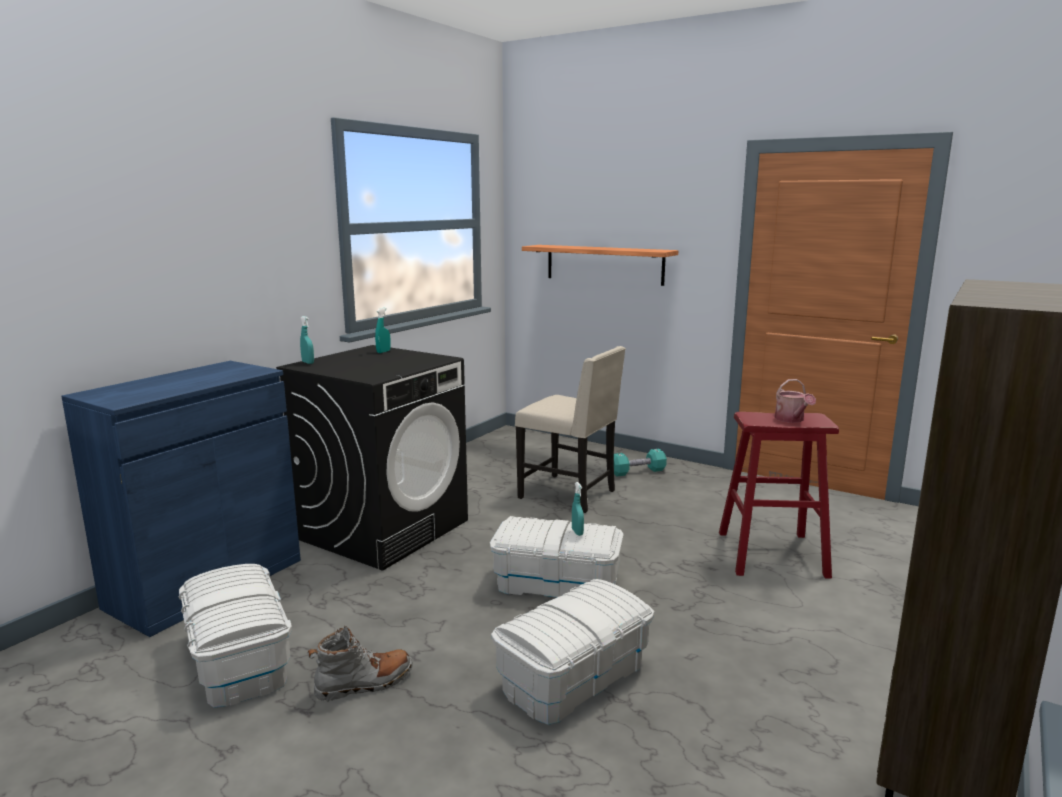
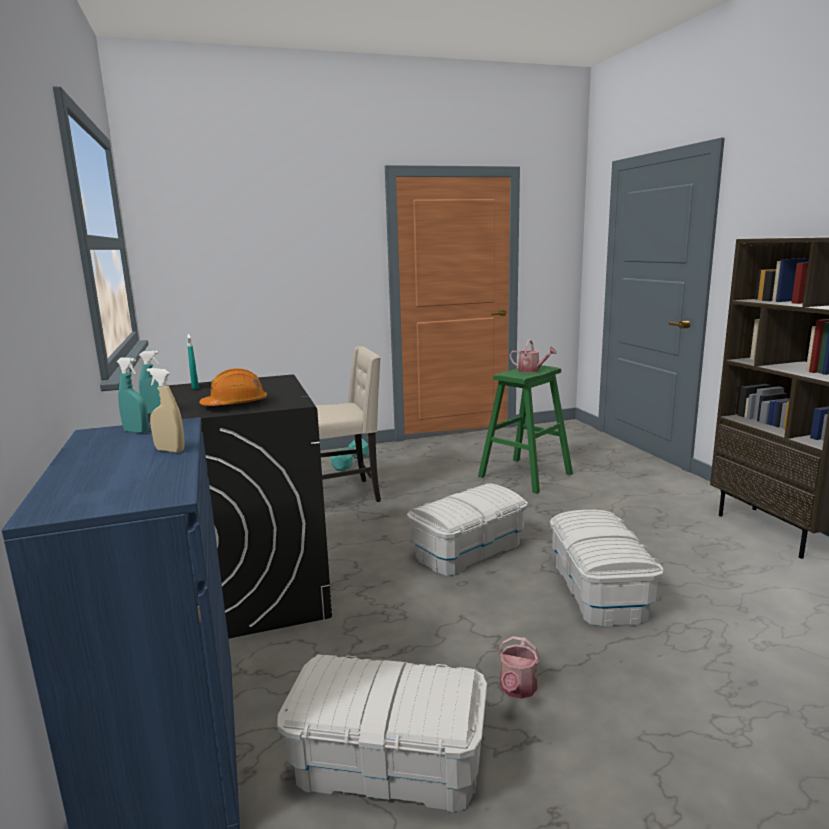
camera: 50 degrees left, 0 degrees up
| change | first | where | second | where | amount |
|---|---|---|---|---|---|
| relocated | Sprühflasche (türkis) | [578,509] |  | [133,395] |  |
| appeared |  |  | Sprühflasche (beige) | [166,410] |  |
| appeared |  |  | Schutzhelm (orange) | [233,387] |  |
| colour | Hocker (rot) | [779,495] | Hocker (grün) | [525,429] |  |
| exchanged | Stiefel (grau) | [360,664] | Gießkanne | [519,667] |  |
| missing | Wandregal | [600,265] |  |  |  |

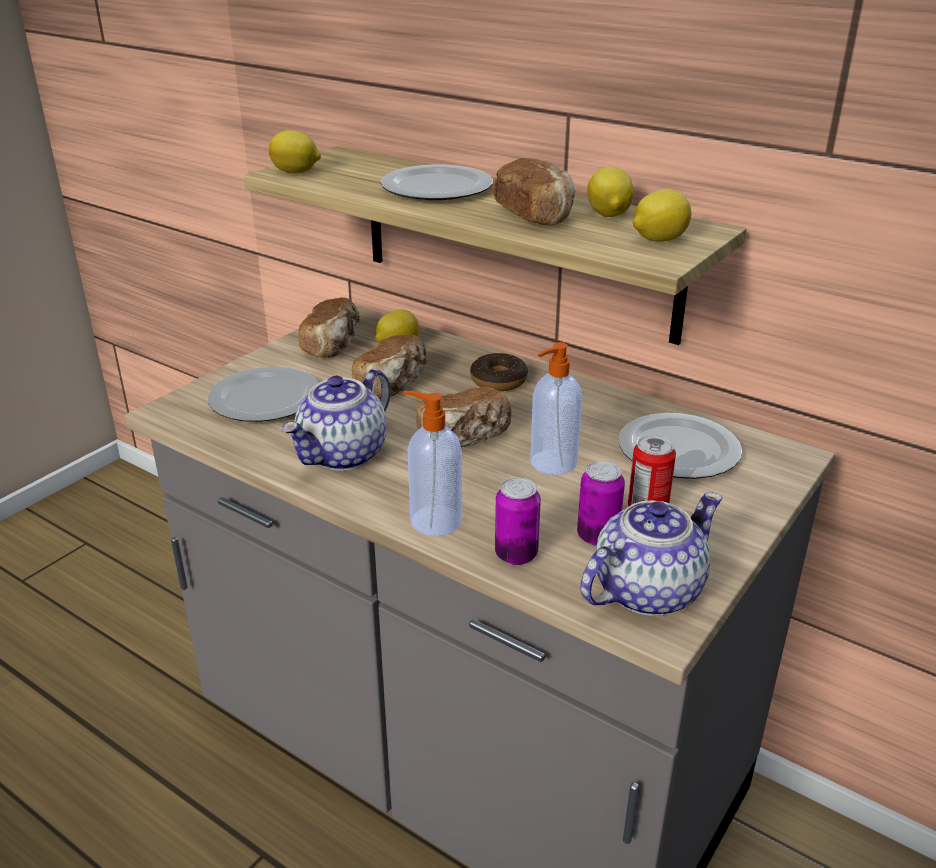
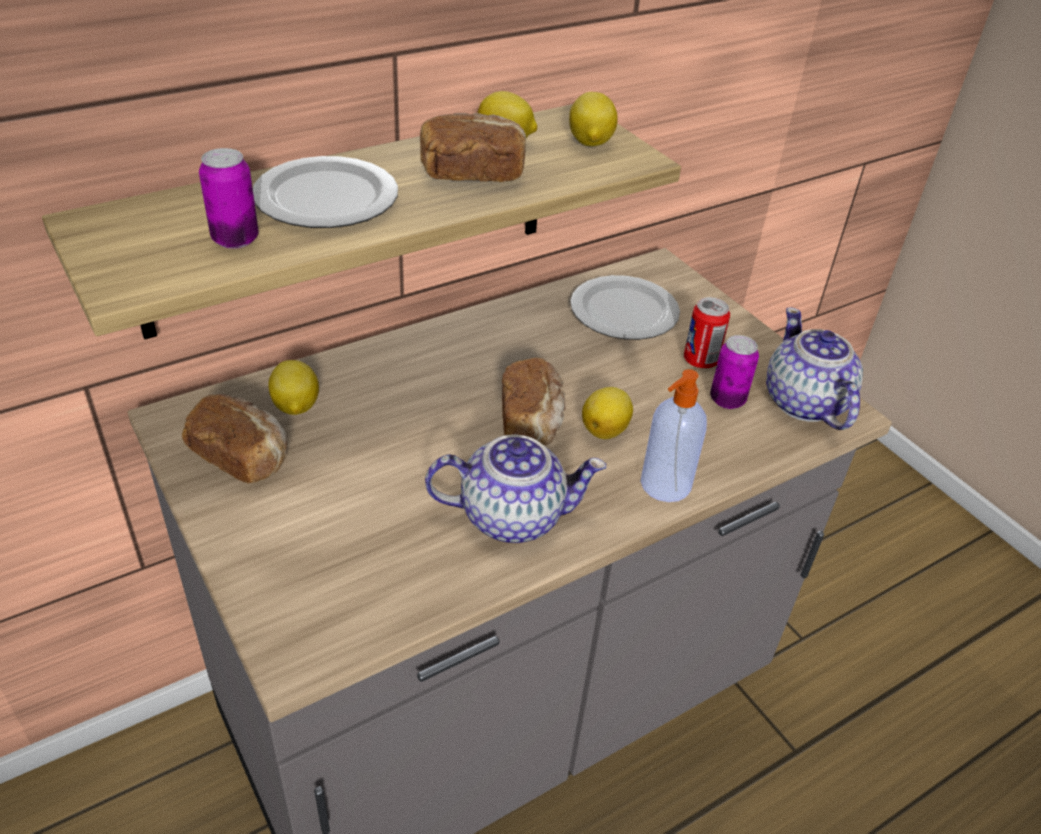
camera: 70 degrees left, 10 degrees up
| change | first | where | second | where | amount |
|---|---|---|---|---|---|
| relocated | Dose | [518,521] |  | [229,198] |  |
| spun | Teekanne | [336,420] |  | [515,489] | 60 degrees counterclockwise |
| relocated | Zitrone | [295,152] |  | [607,413] |  |
| missing | Teller | [263,394] |  |  |  |
| missing | Brot | [390,367] |  |  |  |
| missing | Donut | [499,372] |  |  |  |
| missing | Seifenspender | [556,408] |  |  |  |

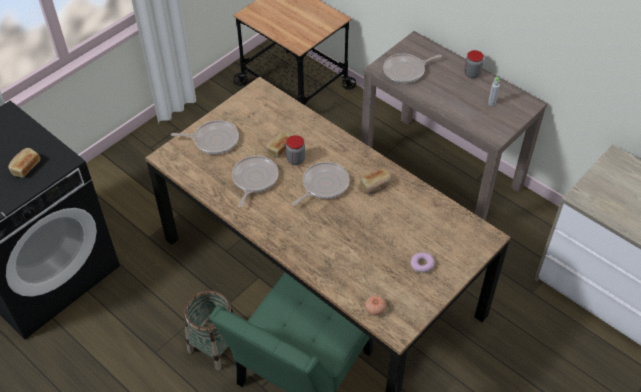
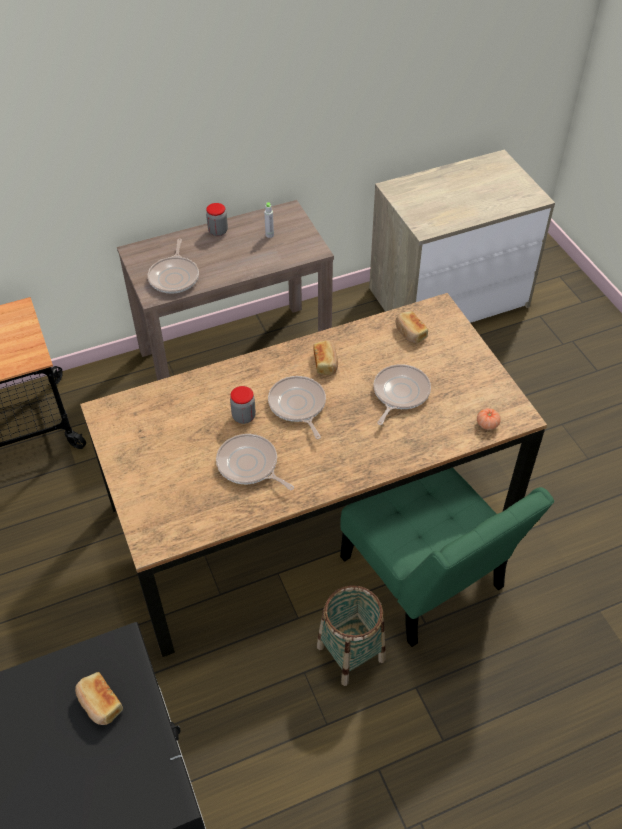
camera: 65 degrees left, 0 degrees up
| change | first | where | second | where | amount |
|---|---|---|---|---|---|
| relocated | Pfanne | [205,137] |  | [402,394] |  |
| relocated | Brot | [278,144] |  | [411,327] |  |
| missing | Donut | [423,263] |  |  |  |

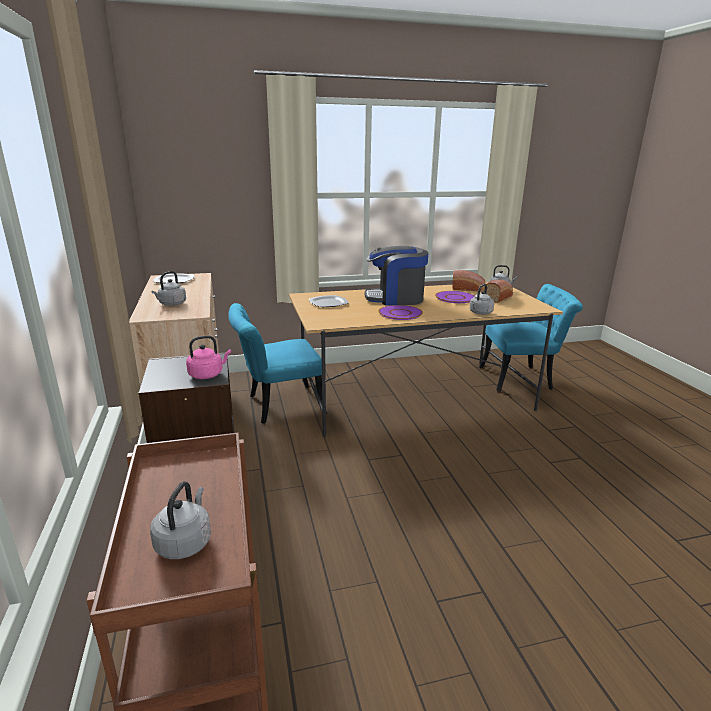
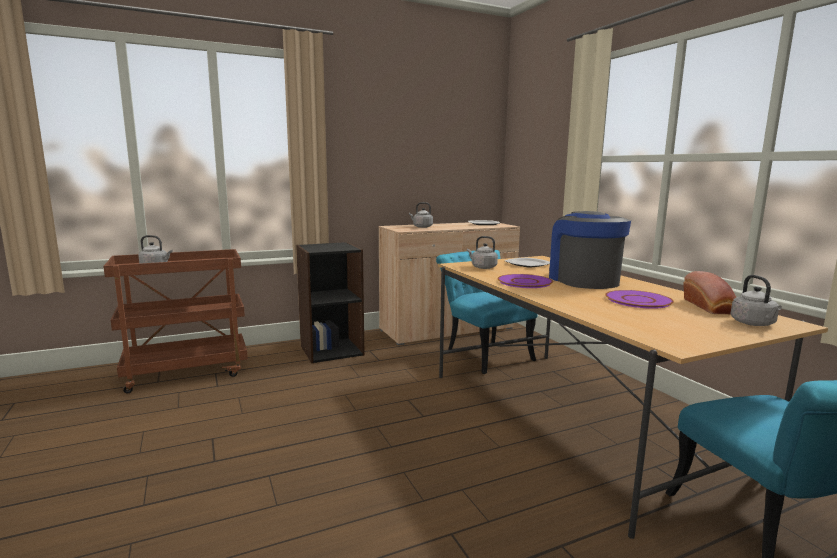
camera: 80 degrees right, 10 degrees down
| change | first | where | second | where | amount |
|---|---|---|---|---|---|
| relocated | Wasserkessel (grau) | [482,299] |  | [482,252] |  |
| missing | Wasserkessel (rosa) | [208,357] |  |  |  |
| missing | Brot | [498,291] |  |  |  |

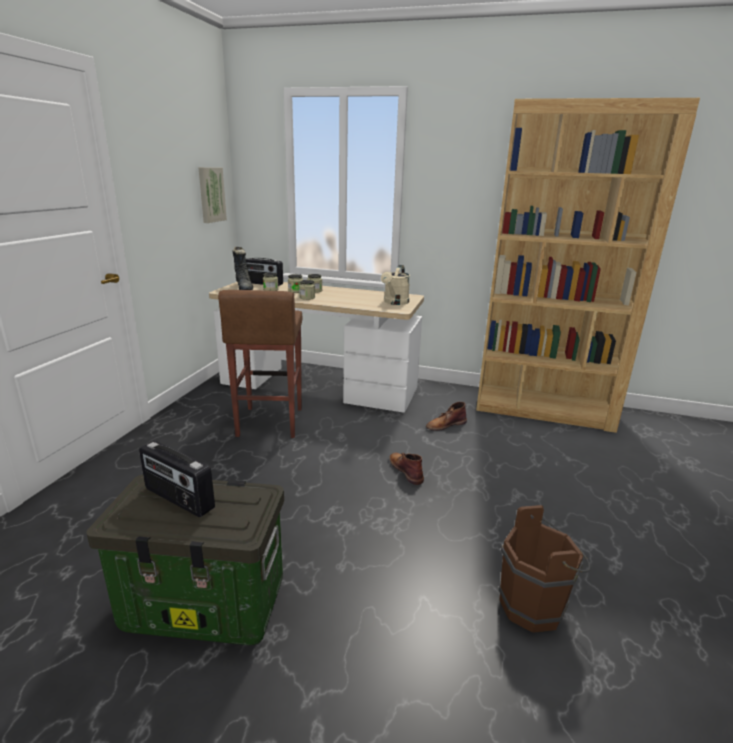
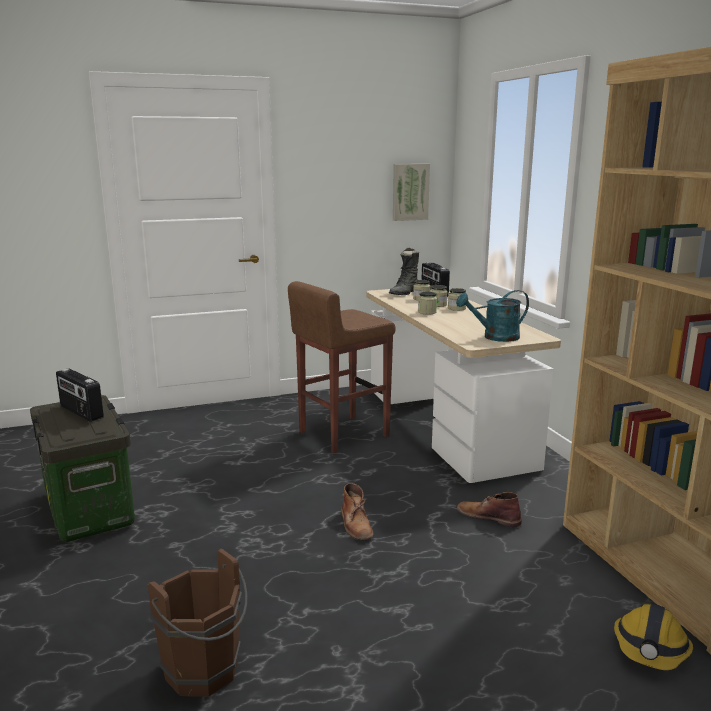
camera: 55 degrees right, 5 degrees down
| change | first | where | second | where | amount |
|---|---|---|---|---|---|
| spun | Radio | [177,479] |  | [80,395] | 45 degrees counterclockwise |
| spun | Stiefel (braun) | [406,469] |  | [357,511] | 135 degrees clockwise |
| colour | Gießkanne (beige) | [395,285] | Gießkanne (türkis) | [492,316] |  |
| appeared |  |  | Schutzhelm | [653,637] |  |

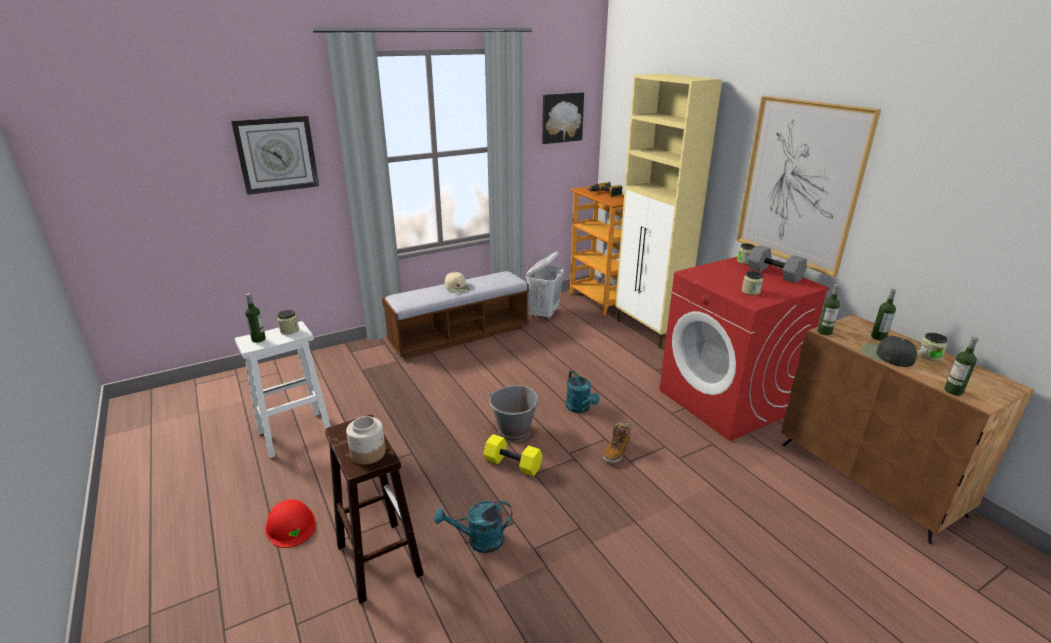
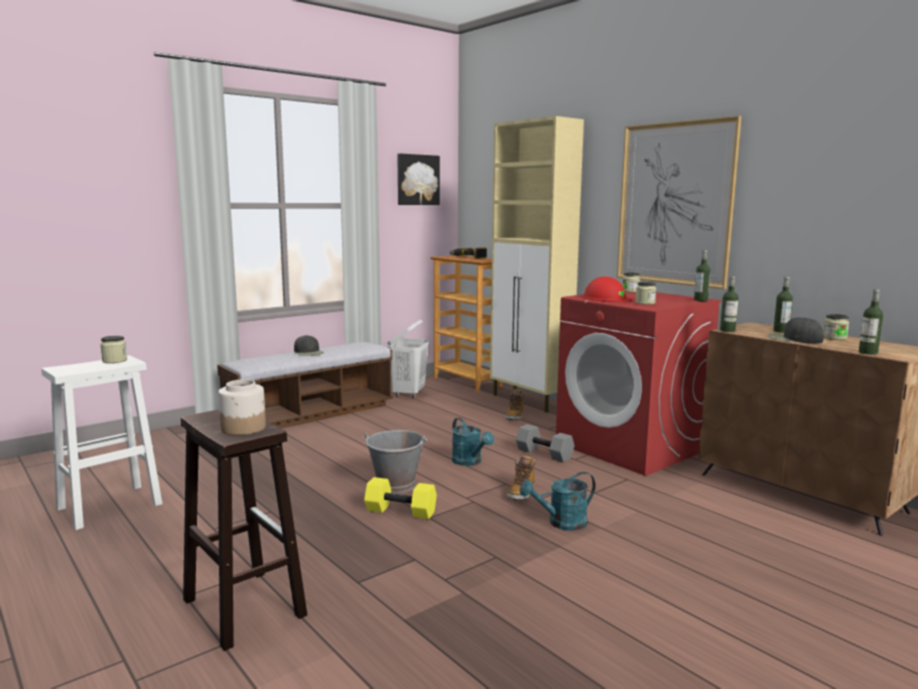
camera: 10 degrees left, 15 degrees down
| change | first | where | second | where | amount |
|---|---|---|---|---|---|
| colour | Kappe (beige) | [457,282] | Kappe (schwarz) | [309,345] |  |
| appeared |  |  | Stiefel | [514,404] |  |
| relocated | Hantel (grau) | [777,264] |  | [545,443] |  |
| relocated | Gießkanne (türkis) | [473,527] |  | [557,501] |  |
| relocated | Schutzhelm (rot) | [290,523] |  | [607,289] |  |
| relocated | Flasche | [255,318] |  | [702,275] |  |
| missing | Wanduhr | [275,155] |  |  |  |

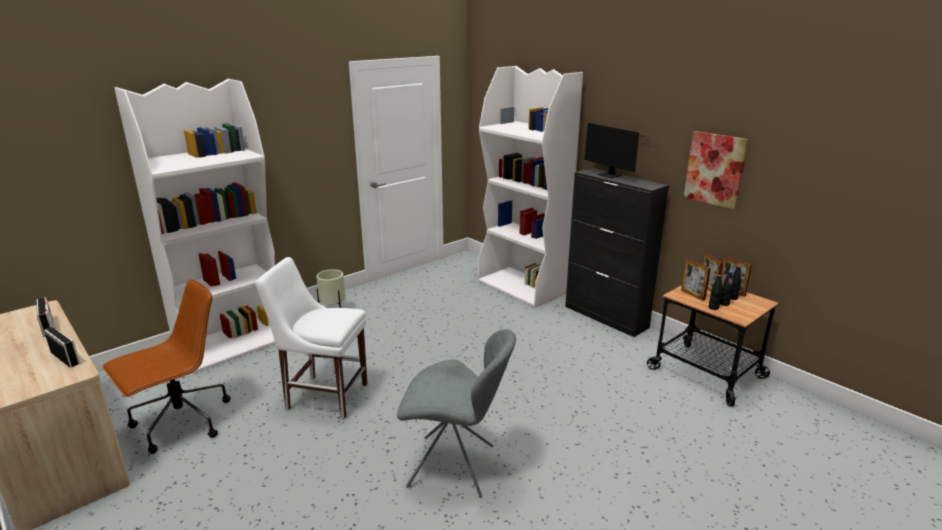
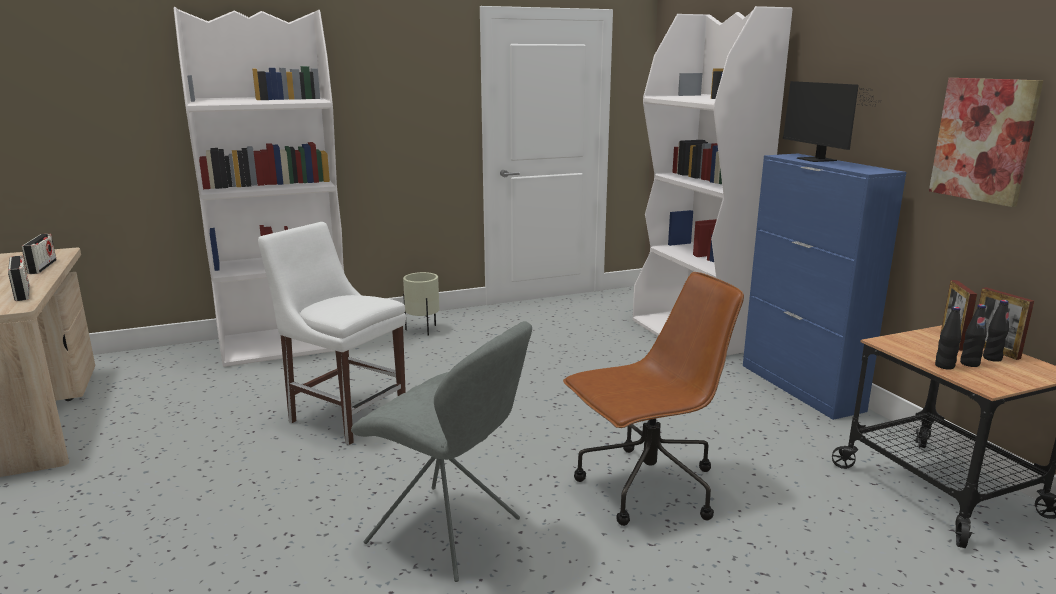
camera: 20 degrees right, 5 degrees down
| change | first | where | second | where | amount |
|---|---|---|---|---|---|
| relocated | Bürostuhl (braun) | [166,366] |  | [653,399] |  |
| colour | Schrank (schwarz) | [617,252] | Schrank (blau) | [825,286] |  |
| missing | Bilderrahmen | [696,280] |  |  |  |

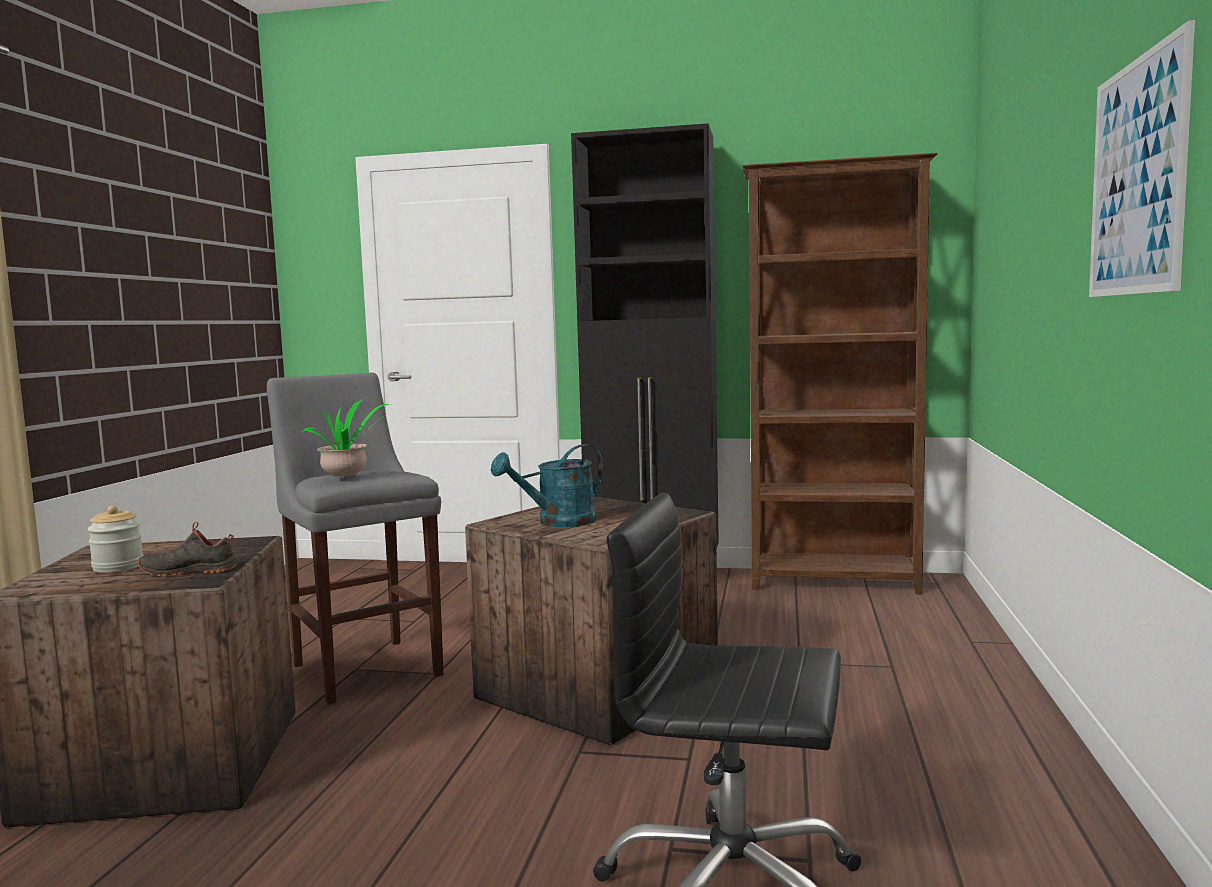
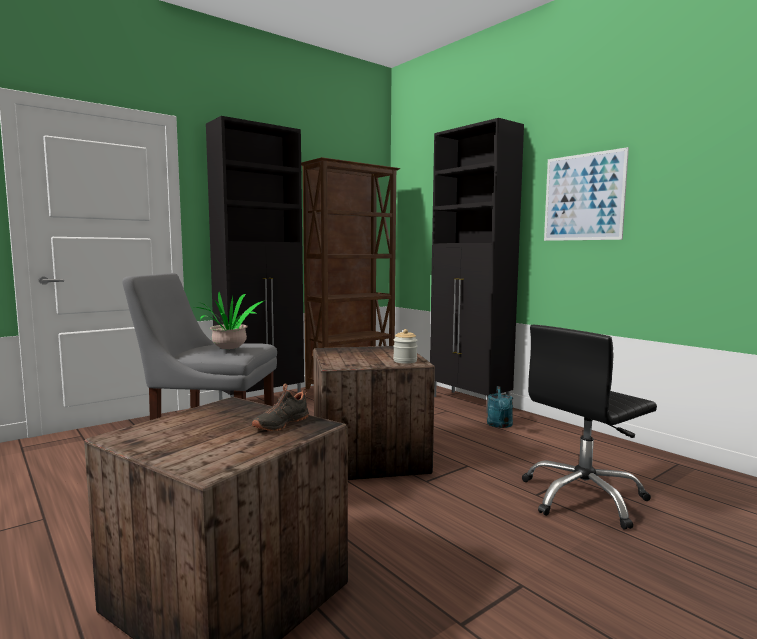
camera: 50 degrees left, 0 degrees up
| change | first | where | second | where | amount |
|---|---|---|---|---|---|
| relocated | Vorratsglas | [115,539] |  | [405,346] |  |
| appeared |  |  | Schrank (schwarz) | [477,266] |  |
| relocated | Gießkanne (türkis) | [547,485] |  | [500,407] |  |

